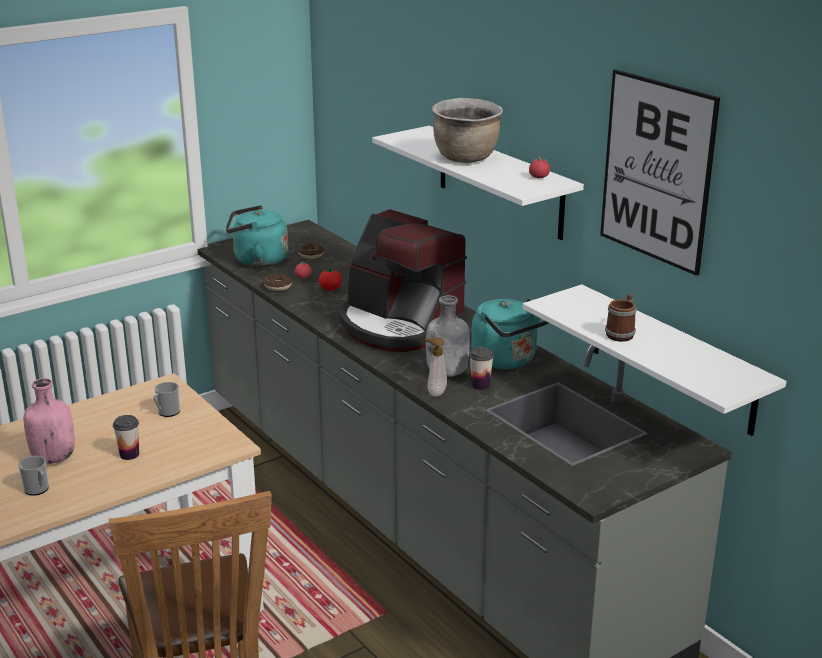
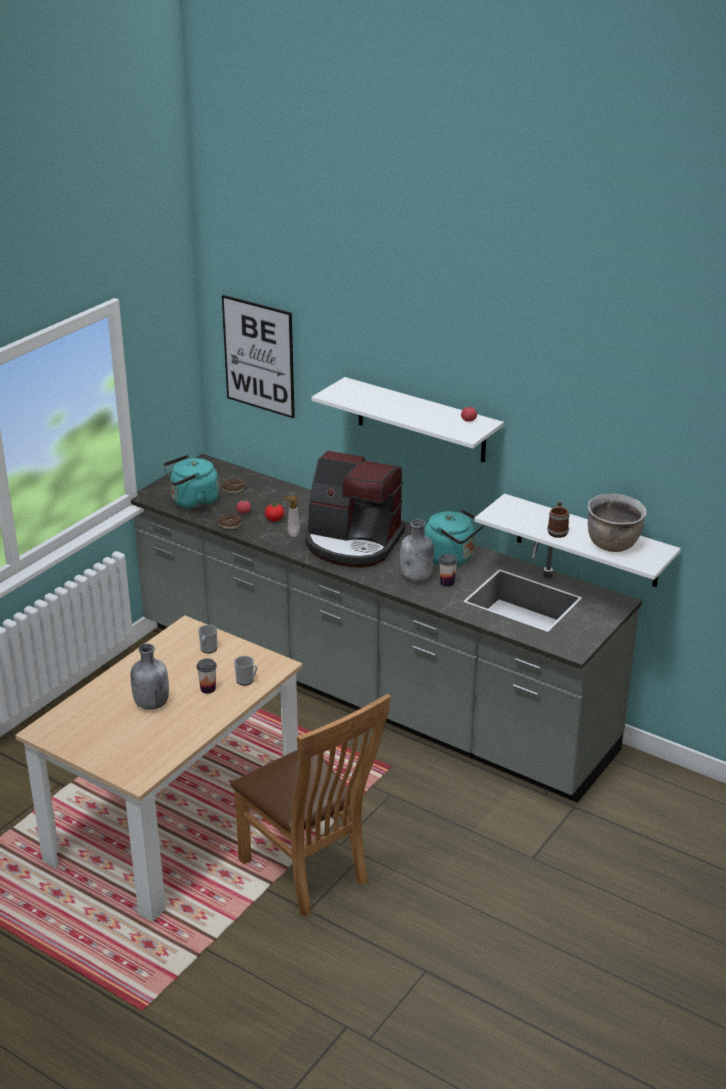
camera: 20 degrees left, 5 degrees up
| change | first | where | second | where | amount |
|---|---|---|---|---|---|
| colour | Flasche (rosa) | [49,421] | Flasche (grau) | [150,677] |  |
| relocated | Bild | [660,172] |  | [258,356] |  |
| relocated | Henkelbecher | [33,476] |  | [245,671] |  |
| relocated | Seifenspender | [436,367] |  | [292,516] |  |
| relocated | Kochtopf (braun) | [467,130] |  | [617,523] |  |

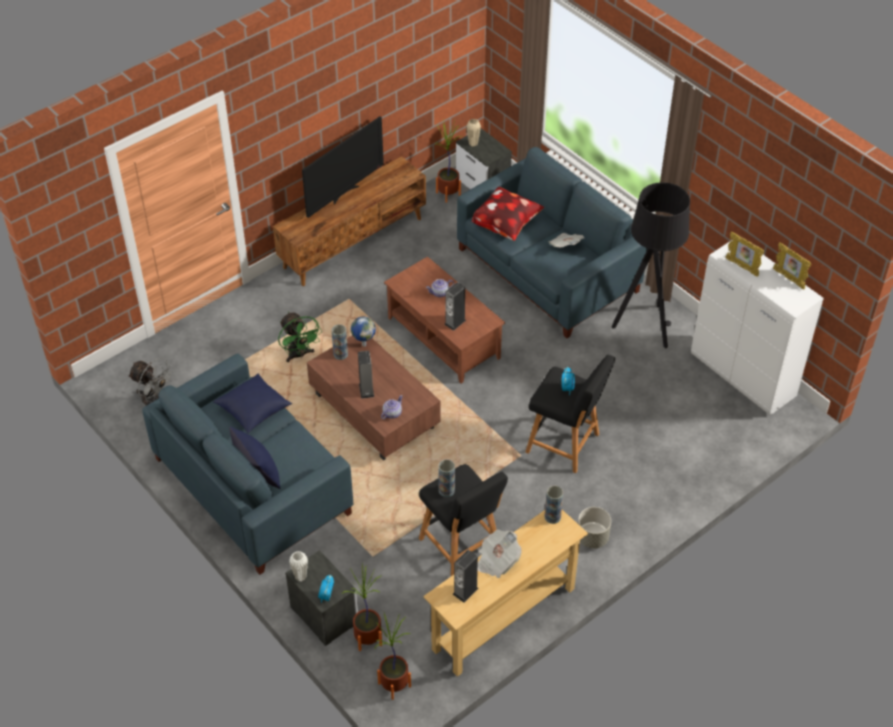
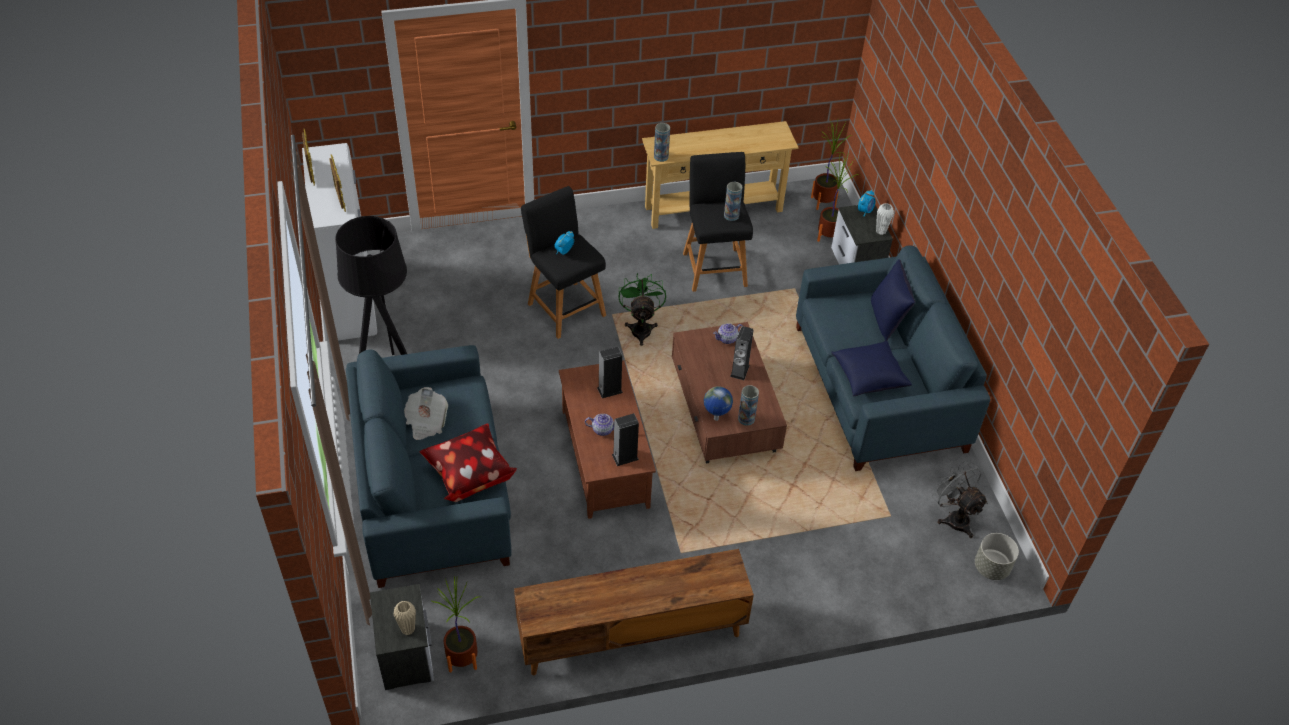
camera: 155 degrees left, 0 degrees up
| change | first | where | second | where | amount |
|---|---|---|---|---|---|
| relocated | Lautsprecher | [466,576] |  | [625,439] |  |
| relocated | Ventilator (grün) | [300,337] |  | [642,309] |  |
| relocated | Pflanzkübel (grau) | [594,528] |  | [997,556] |  |
| missing | Fernseher | [343,167] |  |  |  |
| missing | Zeitung | [500,553] |  |  |  |

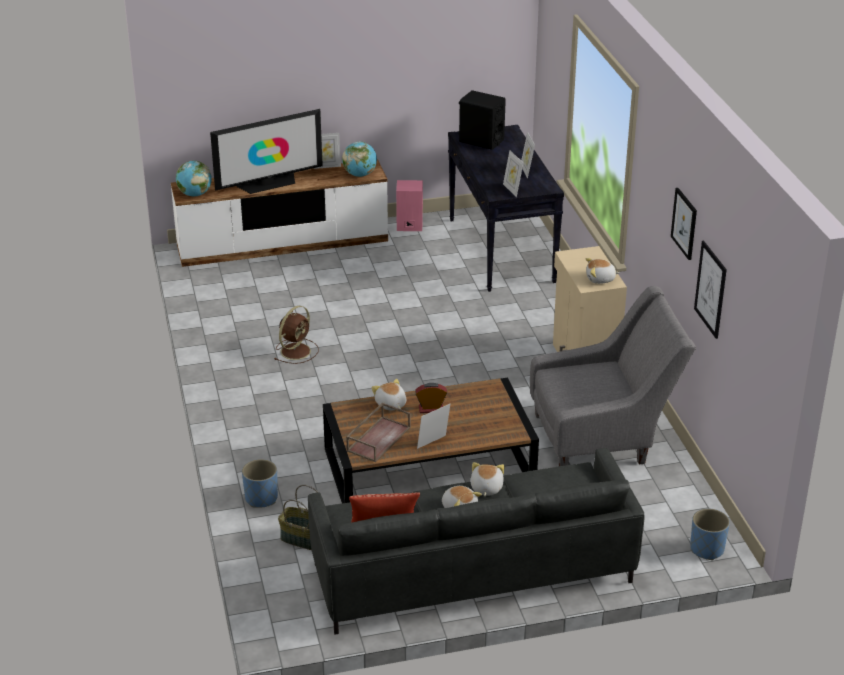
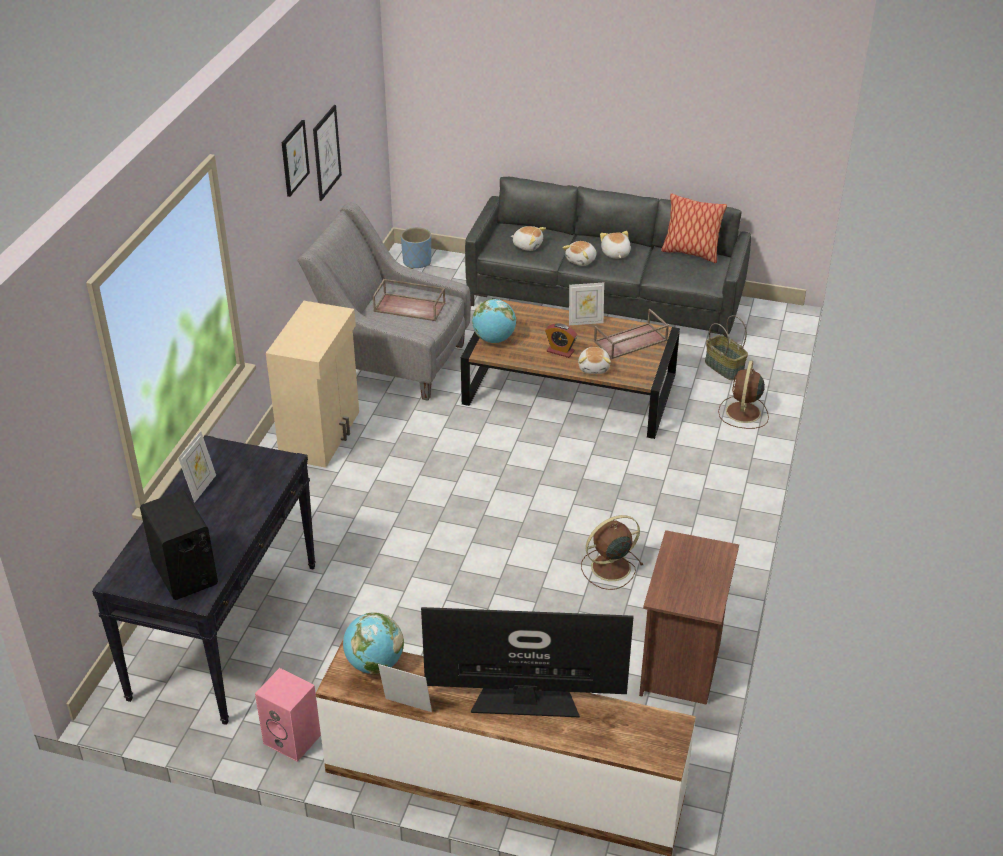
camera: 150 degrees left, 5 degrees up
| change | first | where | second | where | amount |
|---|---|---|---|---|---|
| appeared |  |  | Tablett (braun) | [409,300] |  |
| relocated | Globus | [194,178] |  | [494,321] |  |
| relocated | Plüschtier | [603,271] |  | [528,238] |  |
| appeared |  |  | Nachttisch (braun) | [689,617] |  |
| exchanged | Pflanzkübel (blau) | [260,483] | Ventilator (braun) | [743,394] |  |
| missing | Bilderrahmen | [513,173] |  |  |  |

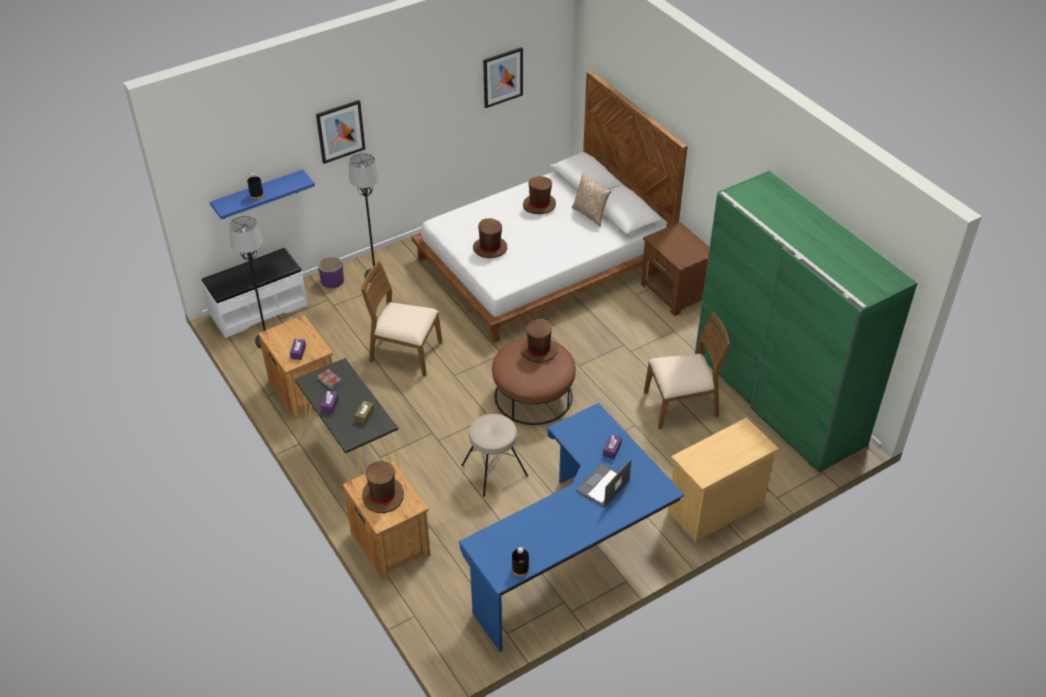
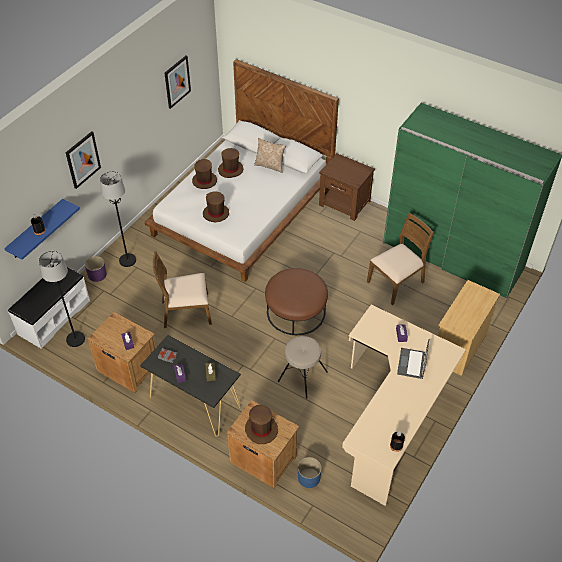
camera: 25 degrees left, 5 degrees up
| change | first | where | second | where | amount |
|---|---|---|---|---|---|
| relocated | Hut (braun) | [539,341] |  | [204,174] |  |
| appeared |  |  | Pflanzkübel (blau) | [310,472] |  |
| colour | Schreibtisch (blau) | [571,527] | Schreibtisch (beige) | [404,405] |  |

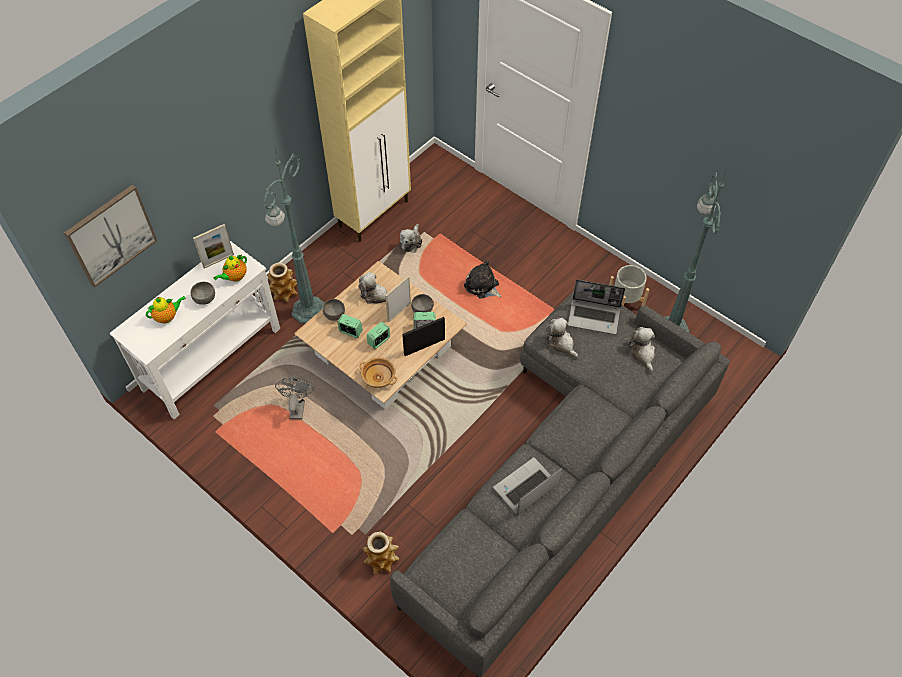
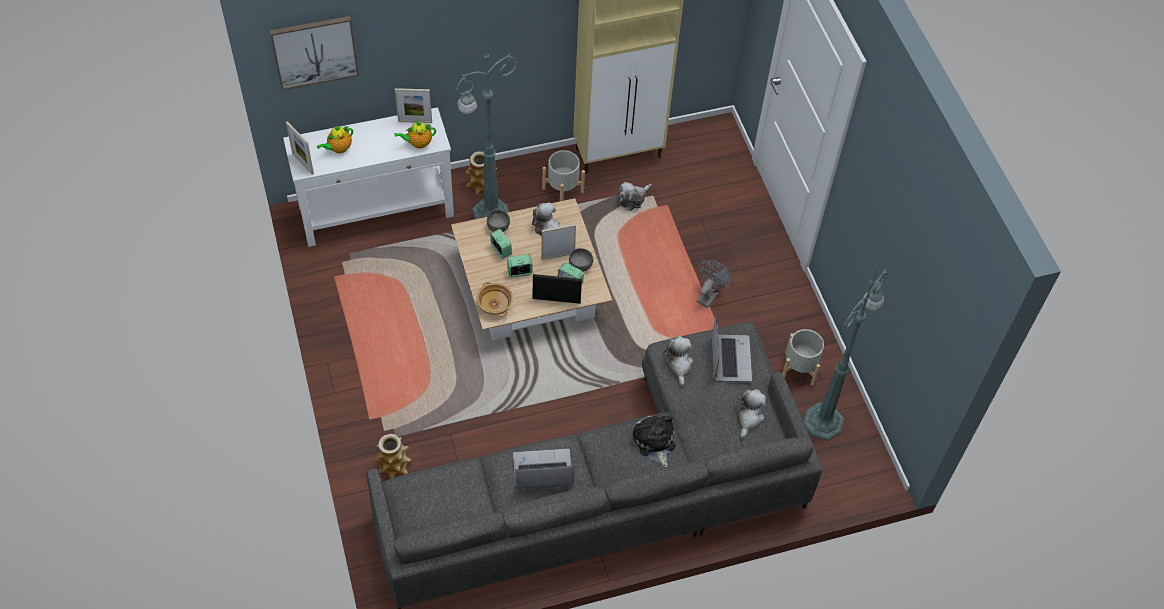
camera: 30 degrees right, 0 degrees up
| change | first | where | second | where | amount |
|---|---|---|---|---|---|
| appeared |  |  | Bilderrahmen | [300,148] |  |
| spun | Teekanne | [166,310] |  | [335,140] | 135 degrees clockwise |
| appeared |  |  | Pflanzkübel (grau) | [563,175] |  |
| relocated | Plüschtier | [482,279] |  | [653,441] |  |
| relocated | Ventilator (grau) | [294,398] |  | [715,284] |  |
| spun | Laptop | [596,307] |  | [732,348] | 135 degrees counterclockwise |
| missing | Schüssel (grau) | [203,293] |  |  |  |

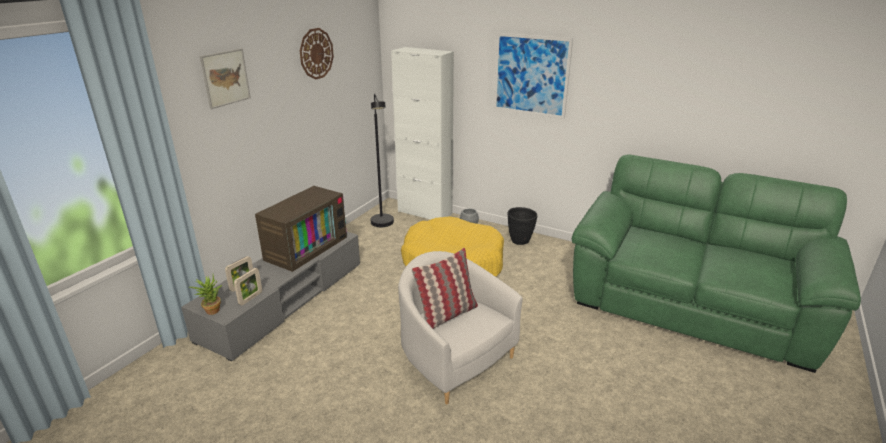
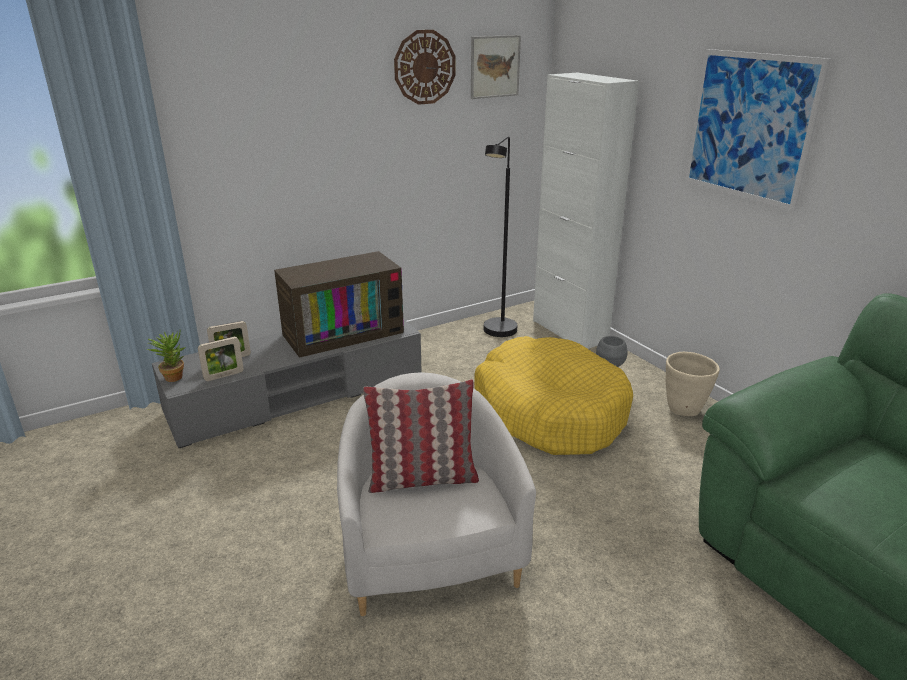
camera: 30 degrees right, 0 degrees up
| change | first | where | second | where | amount |
|---|---|---|---|---|---|
| relocated | Bild | [225,78] |  | [496,67] |  |
| colour | Pflanzkübel (schwarz) | [522,226] | Pflanzkübel (beige) | [692,384] |  |

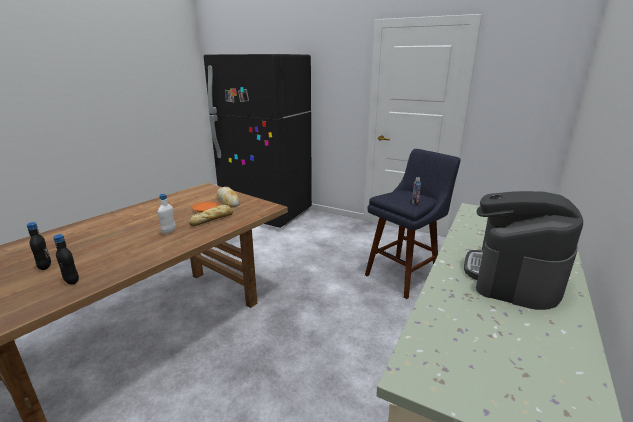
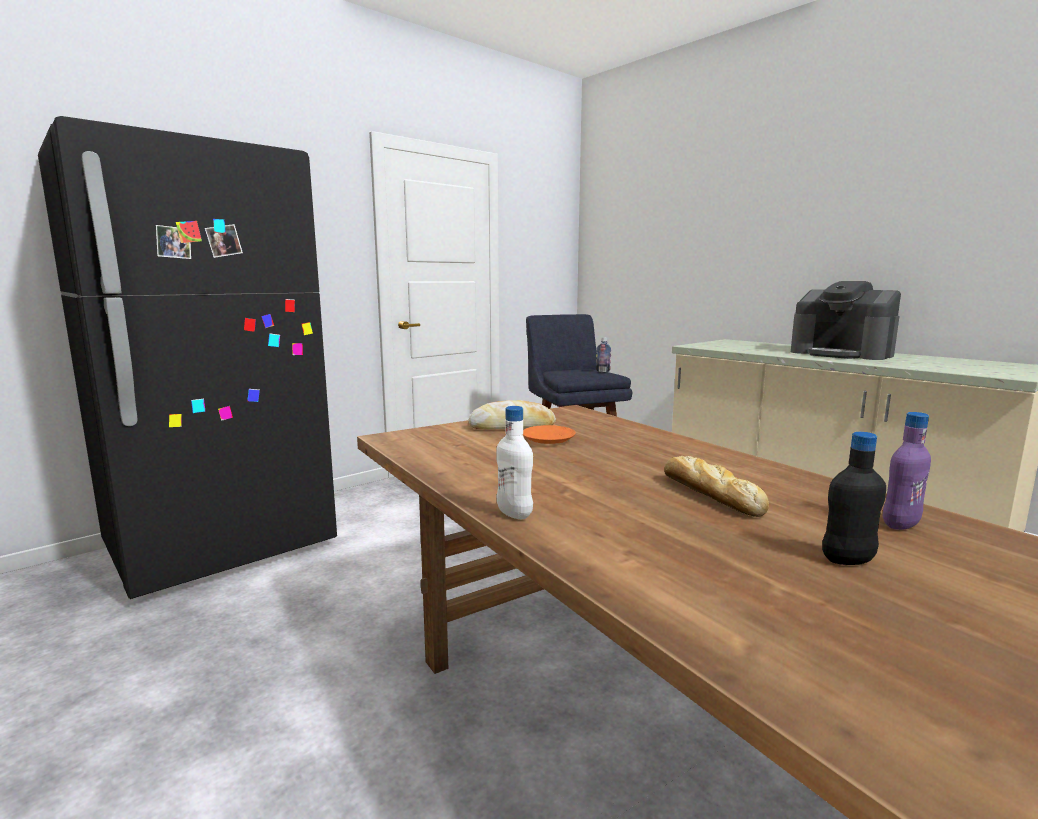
camera: 70 degrees left, 10 degrees down
| change | first | where | second | where | amount |
|---|---|---|---|---|---|
| relocated | Flasche (weiß) | [167,214] |  | [514,462] |  |
| relocated | Brot | [211,215] |  | [716,486] |  |
| colour | Flasche (schwarz) | [66,259] | Flasche (lila) | [907,471] |  |

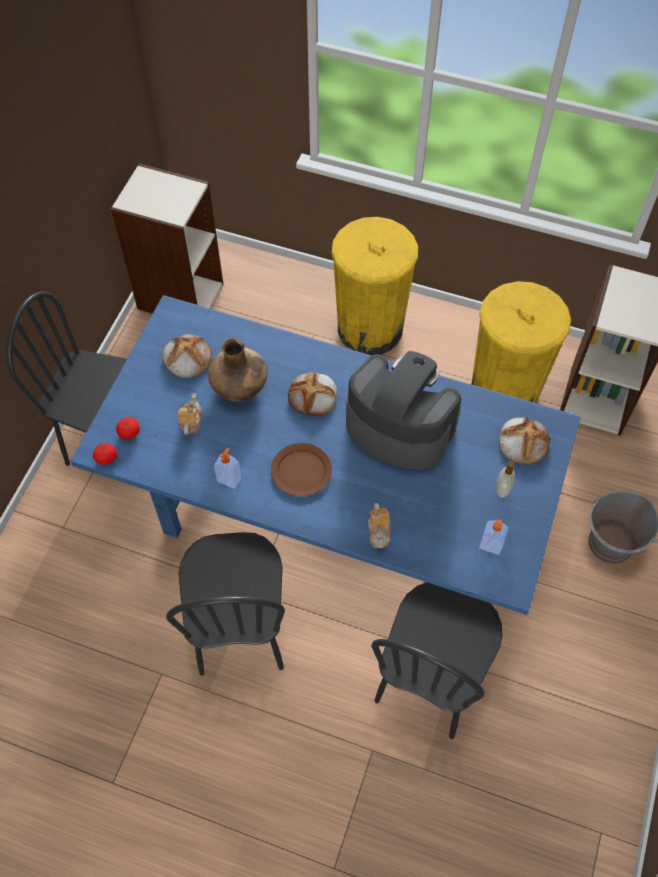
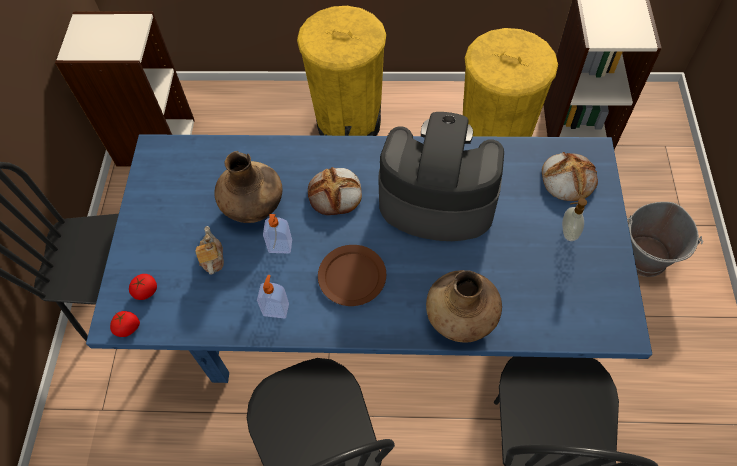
camera: 15 degrees left, 0 degrees up
| change | first | where | second | where | amount |
|---|---|---|---|---|---|
| relocated | Seifenspender | [493,537] |  | [277,233] |  |
| exchanged | Teekanne | [379,525] | Vase (braun) | [464,306] |  |
| missing | Brot | [187,356] |  |  |  |

